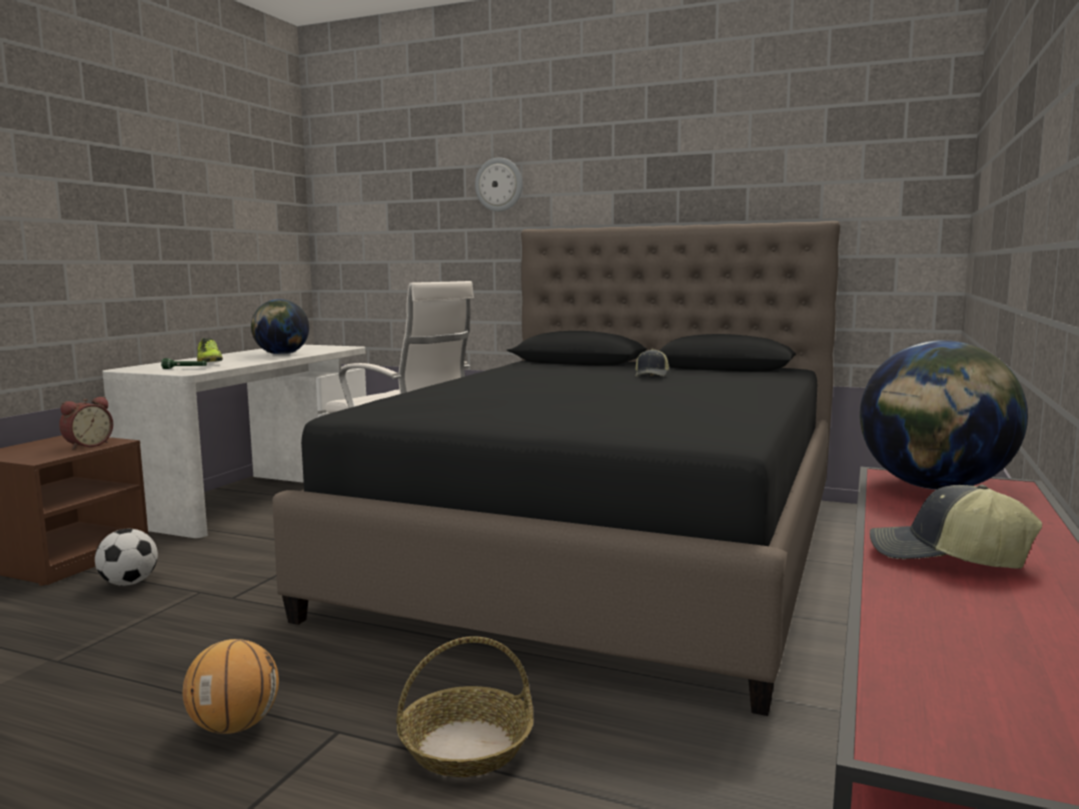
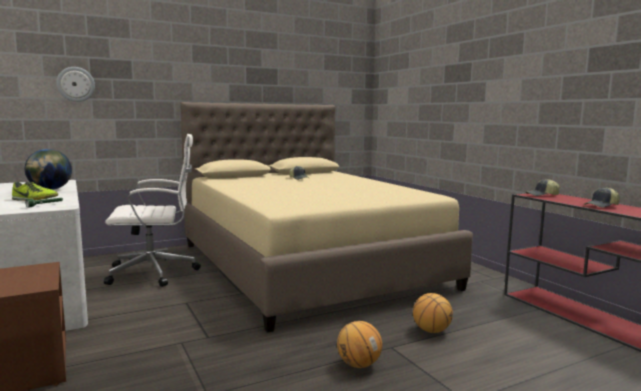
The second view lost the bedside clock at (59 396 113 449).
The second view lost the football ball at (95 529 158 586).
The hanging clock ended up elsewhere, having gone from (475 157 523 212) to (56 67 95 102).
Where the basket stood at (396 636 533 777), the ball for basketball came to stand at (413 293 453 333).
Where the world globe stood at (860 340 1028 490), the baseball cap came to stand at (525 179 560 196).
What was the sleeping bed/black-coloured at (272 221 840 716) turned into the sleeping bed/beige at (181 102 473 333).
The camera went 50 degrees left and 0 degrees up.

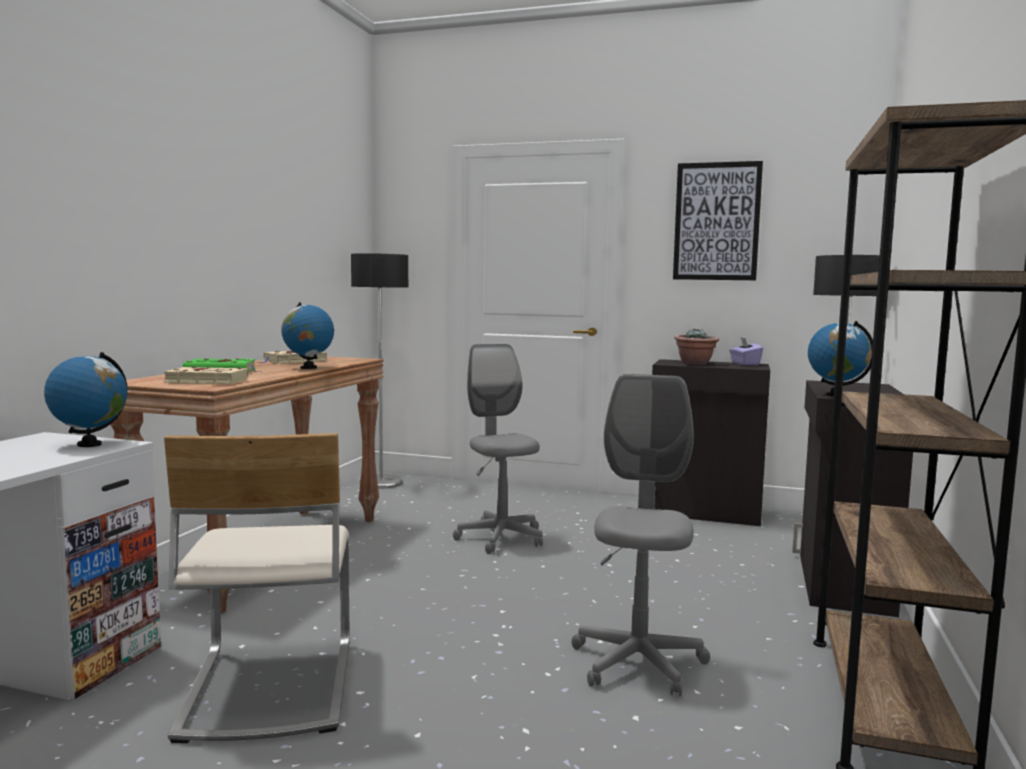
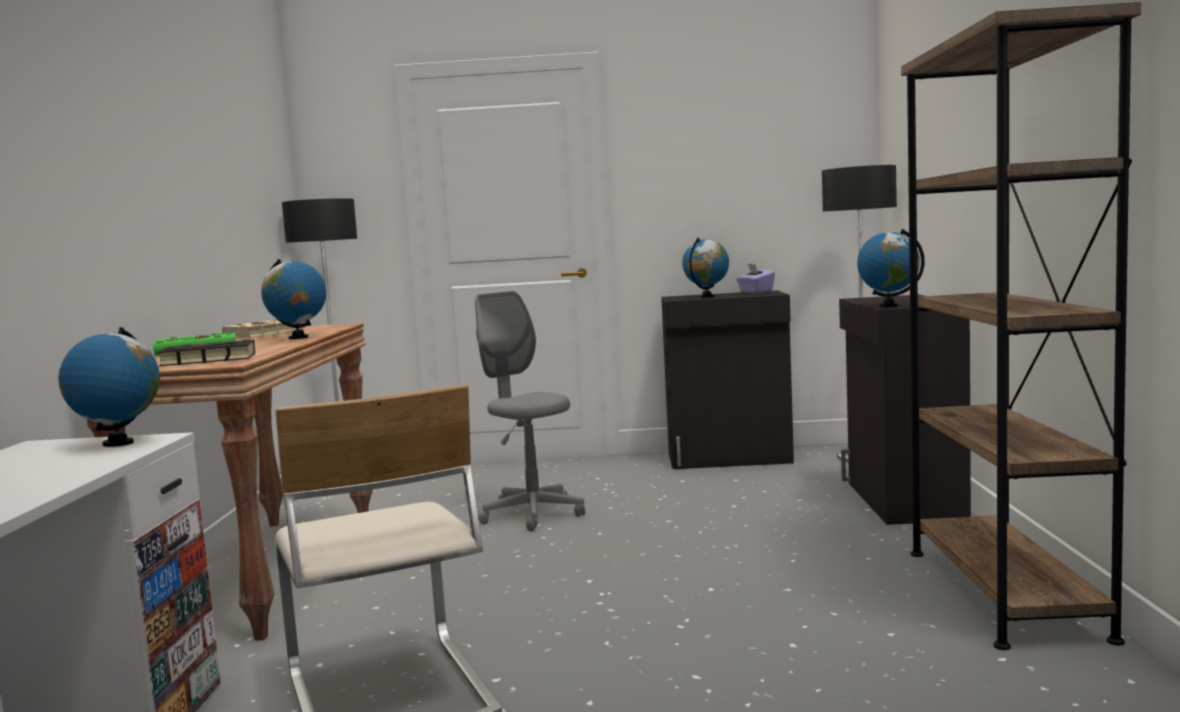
The second view lost the computer chair/greyish at (572 374 710 697).
The second view lost the wall art at (673 161 763 280).
Where the plant in a pot stood at (674 329 719 365), the world globe came to stand at (682 238 729 298).
What was the book/beige at (161 367 248 384) turned into the book/black-coloured at (157 340 256 366).
The camera went 15 degrees left and 0 degrees up.

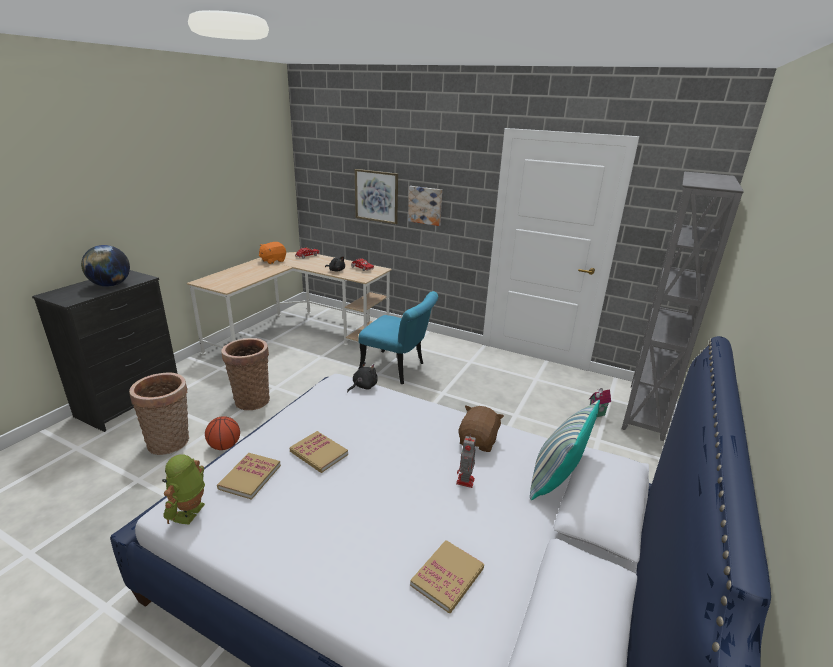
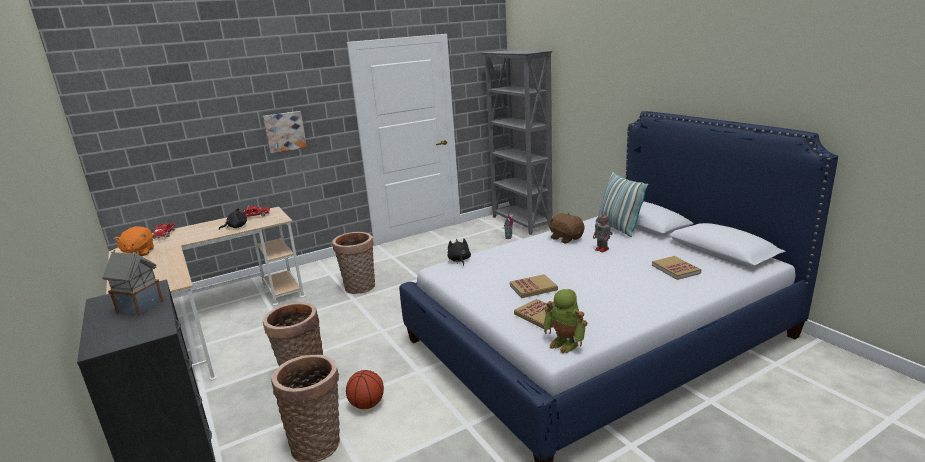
The second view lost the wall art at (355 169 398 224).
Where the world globe stood at (81 245 130 287), the toy house came to stand at (102 250 164 316).
Where the chair/turquoise stood at (359 291 438 384), the basket came to stand at (332 232 375 294).
The camera went 55 degrees left and 5 degrees down.

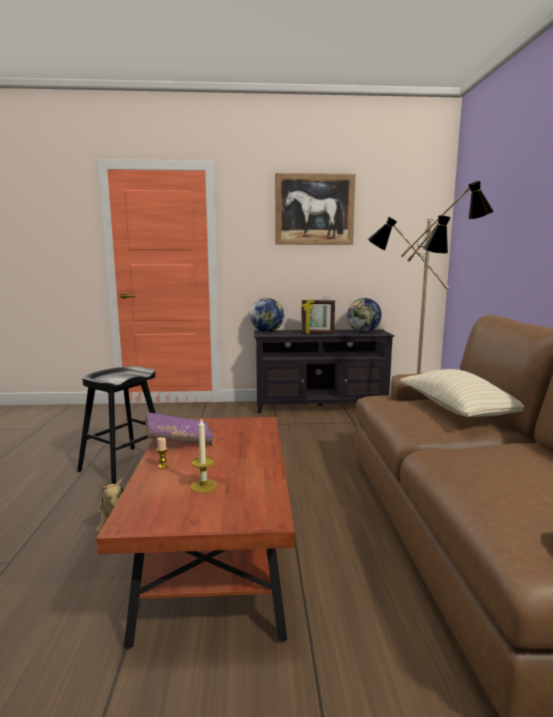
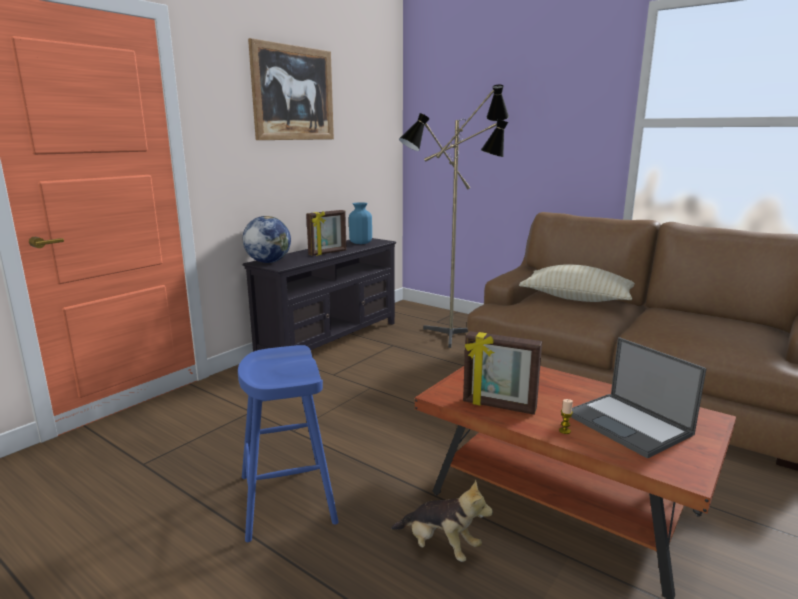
Where the book/purple stood at (145 412 214 445), the standing frame came to stand at (463 331 542 415).
Where the wax light stood at (190 419 217 493), the portable computer came to stand at (571 337 707 459).
Where the world globe stood at (347 298 382 332), the decorative vase/bluish came to stand at (349 202 372 244).
What was the stool seat/black-coloured at (77 366 156 484) turned into the stool seat/bluish at (238 345 339 542).
The camera went 50 degrees left and 5 degrees up.

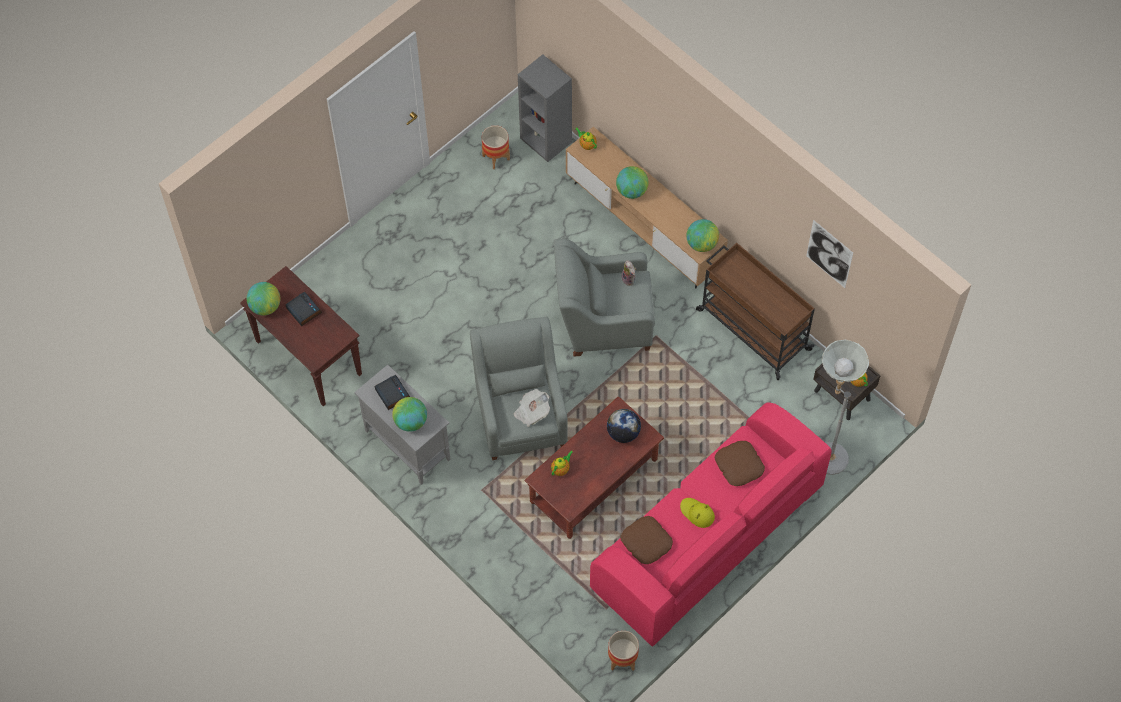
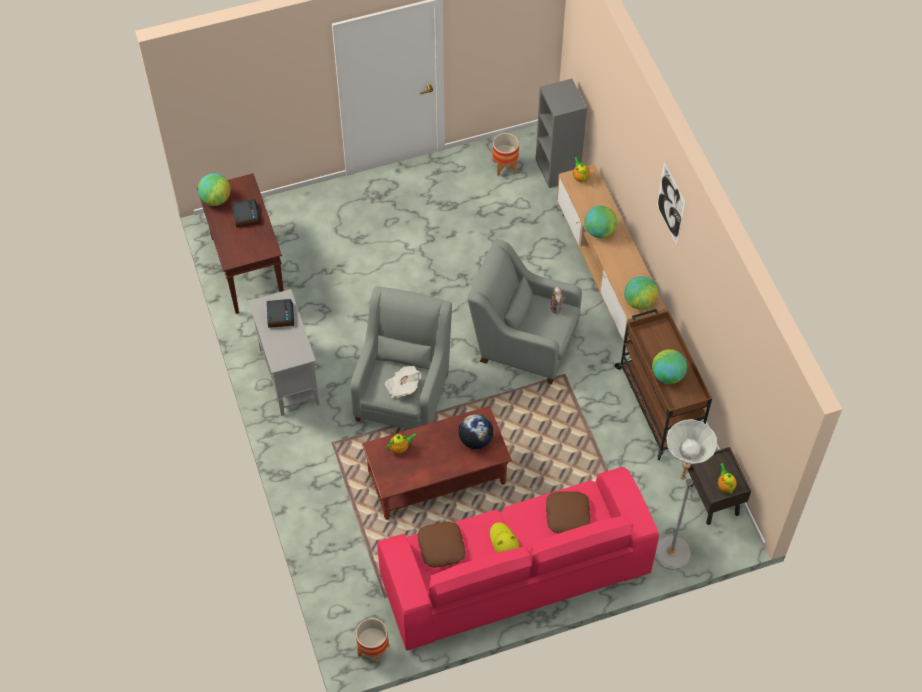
The world globe ended up elsewhere, having gone from (392 397 427 432) to (652 349 687 384).
The wall art ended up elsewhere, having gone from (806 220 853 288) to (657 162 685 245).
The camera went 25 degrees right and 5 degrees down.

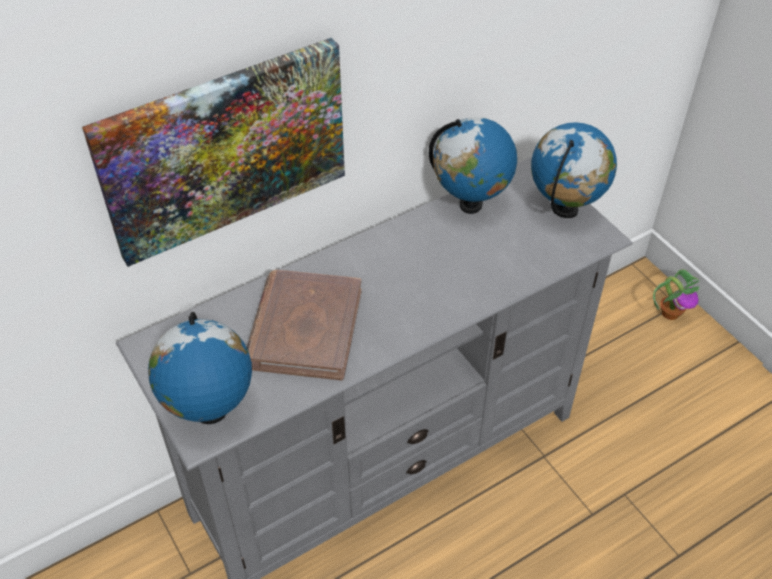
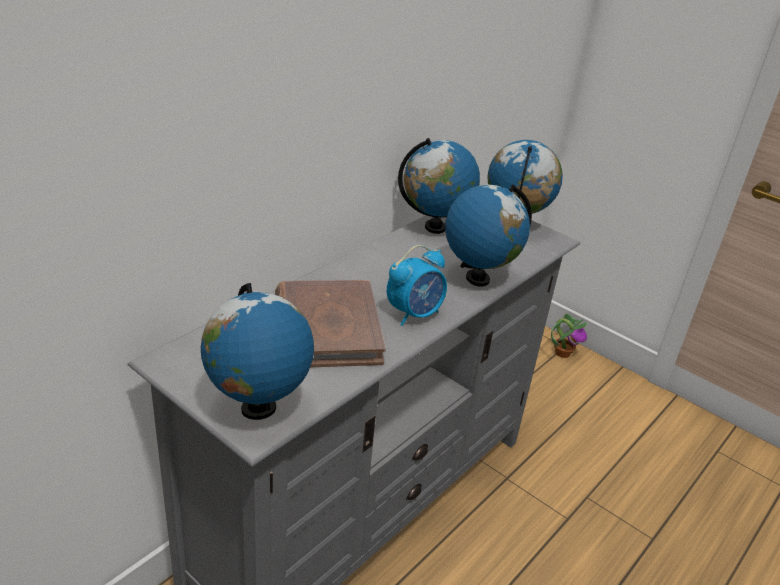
The second view lost the wall art at (82 38 345 267).
The second view gained the bedside clock at (387 245 447 326).
The second view gained the world globe at (445 184 532 286).
The camera went 20 degrees left and 15 degrees down.

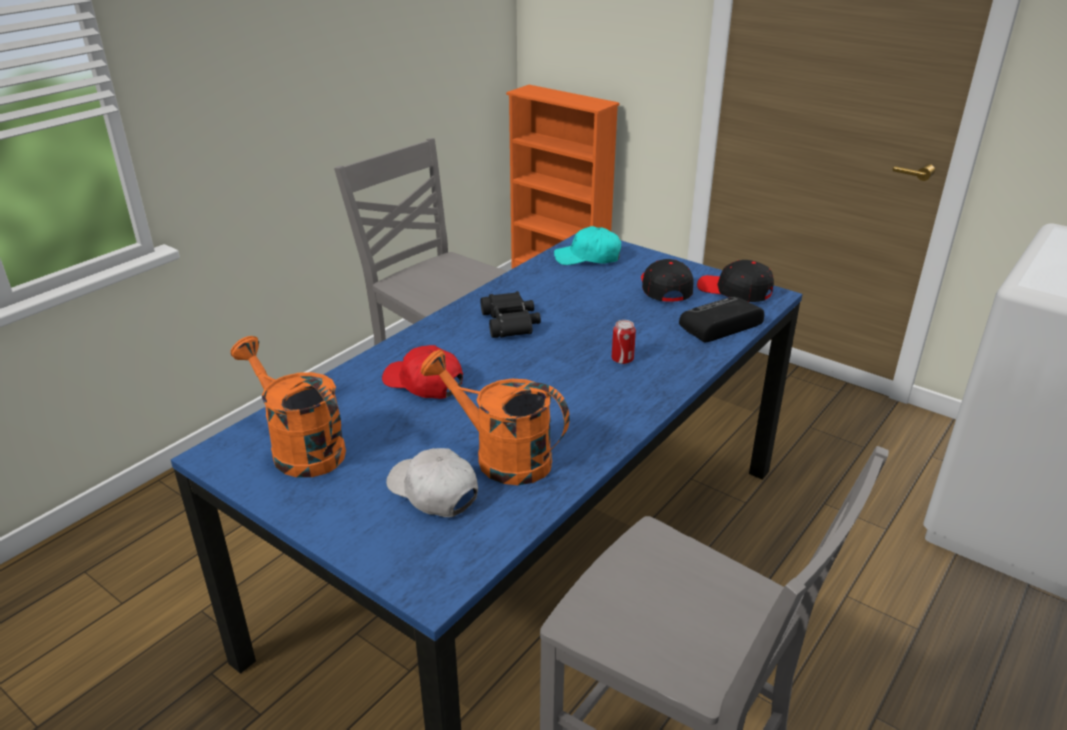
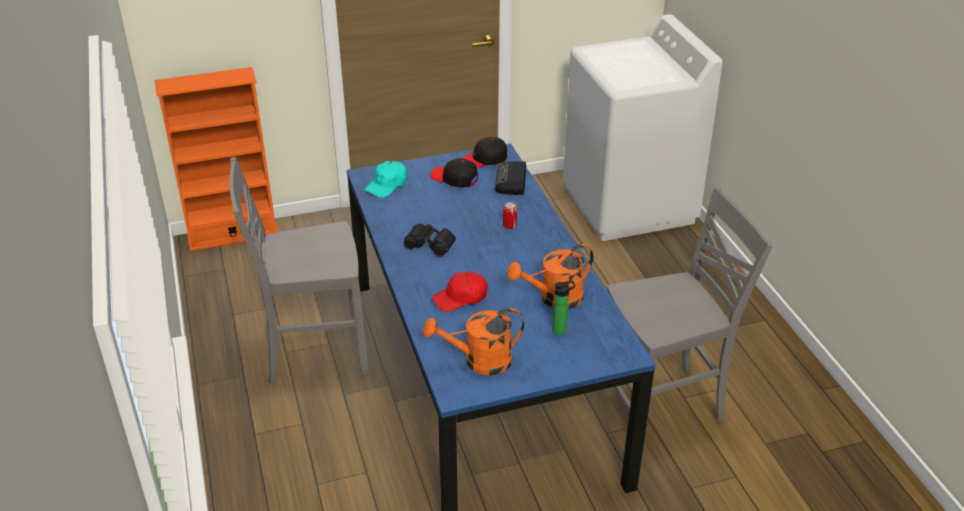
Where the baseball cap/whitish stood at (386 448 478 517), the drink bottle came to stand at (552 281 575 335).
The camera went 55 degrees left and 5 degrees up.

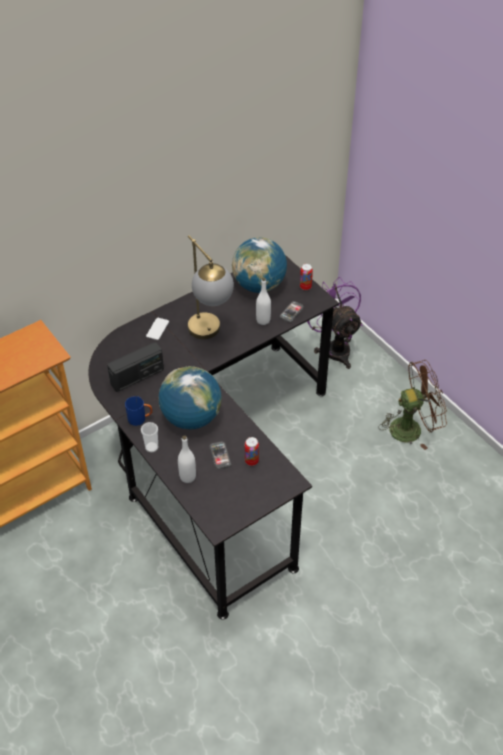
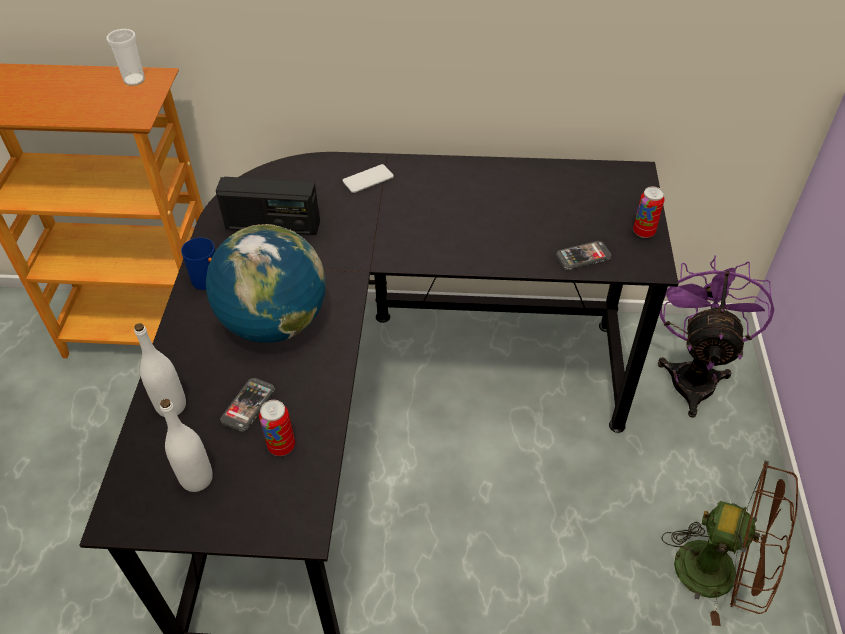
The second view lost the tabletop lamp at (188 235 234 339).
The second view lost the world globe at (232 237 287 293).
The small cup ended up elsewhere, having gone from (141 422 158 452) to (106 29 145 86).
The drink bottle/whitish ended up elsewhere, having gone from (256 278 271 325) to (160 399 213 492).
The camera went 40 degrees right and 0 degrees up.

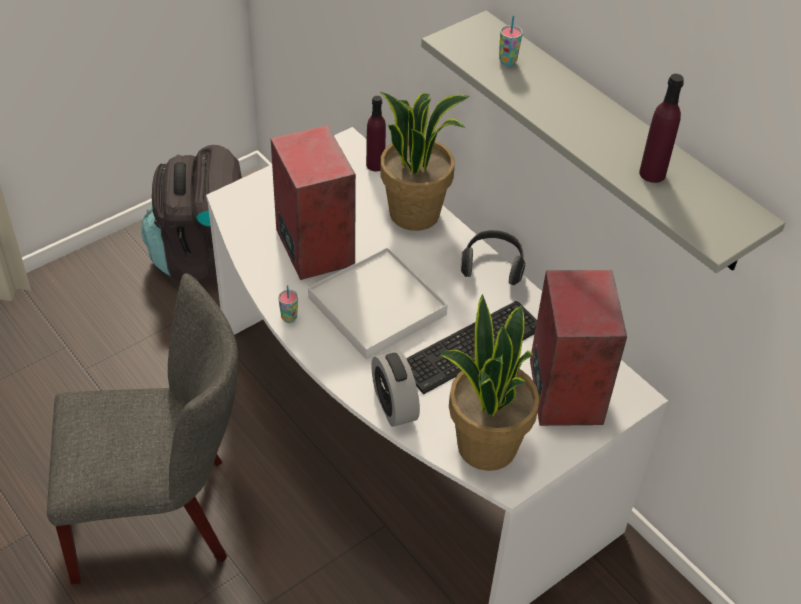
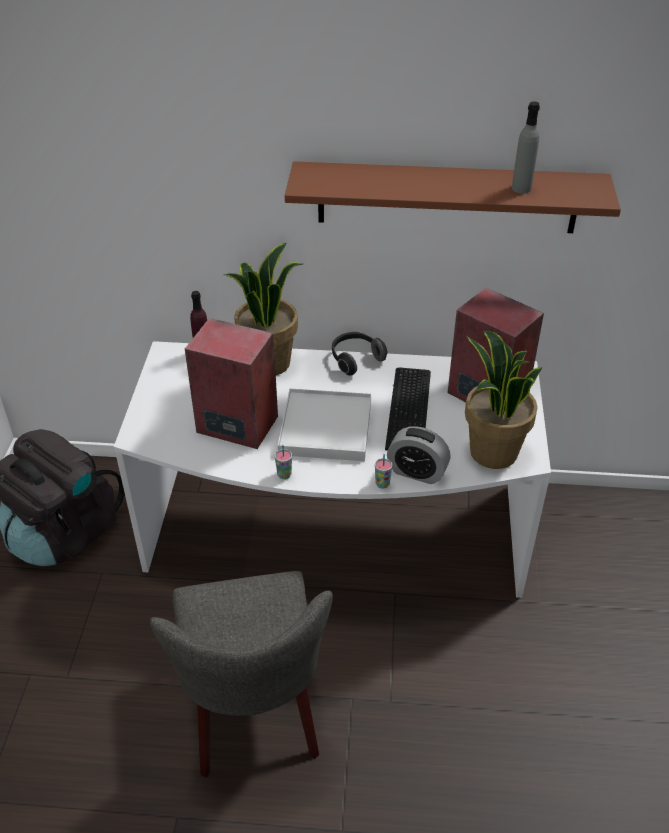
The small cup ended up elsewhere, having gone from (499 15 523 66) to (375 454 392 489).
What was the shelf/greyish at (421 10 785 273) turned into the shelf/brownish at (285 161 621 233).
What was the drink bottle/purple at (639 74 684 183) turned into the drink bottle/greyish at (512 102 540 193).
The chair/greyish at (47 273 238 584) ended up facing another way, 135 degrees clockwise from before.
The camera went 45 degrees left and 5 degrees down.

